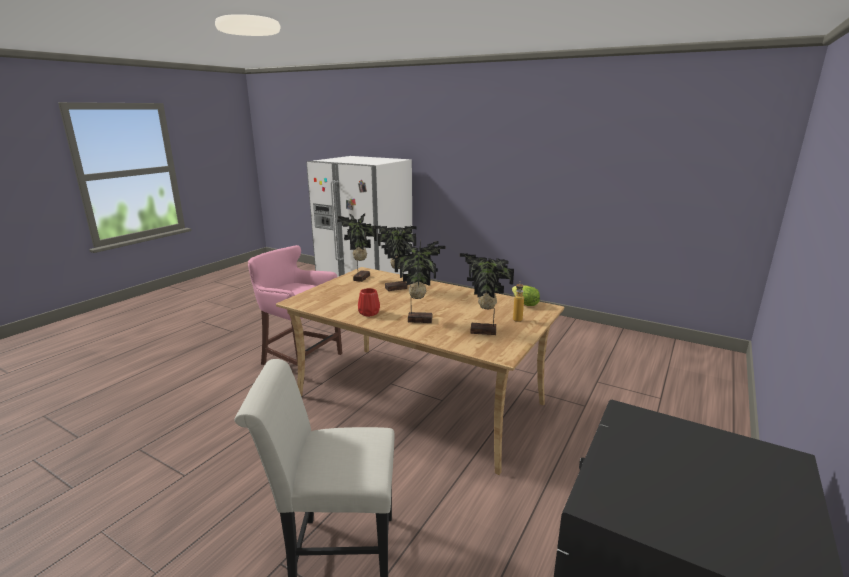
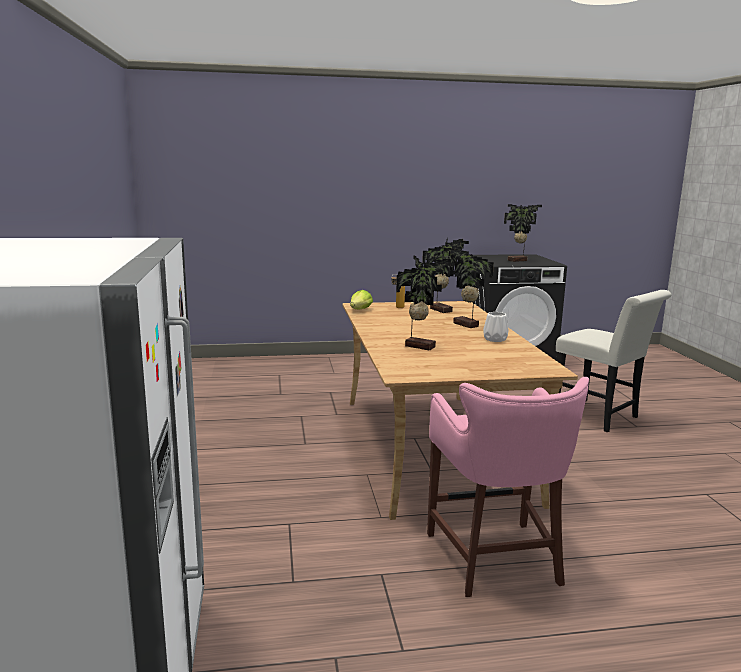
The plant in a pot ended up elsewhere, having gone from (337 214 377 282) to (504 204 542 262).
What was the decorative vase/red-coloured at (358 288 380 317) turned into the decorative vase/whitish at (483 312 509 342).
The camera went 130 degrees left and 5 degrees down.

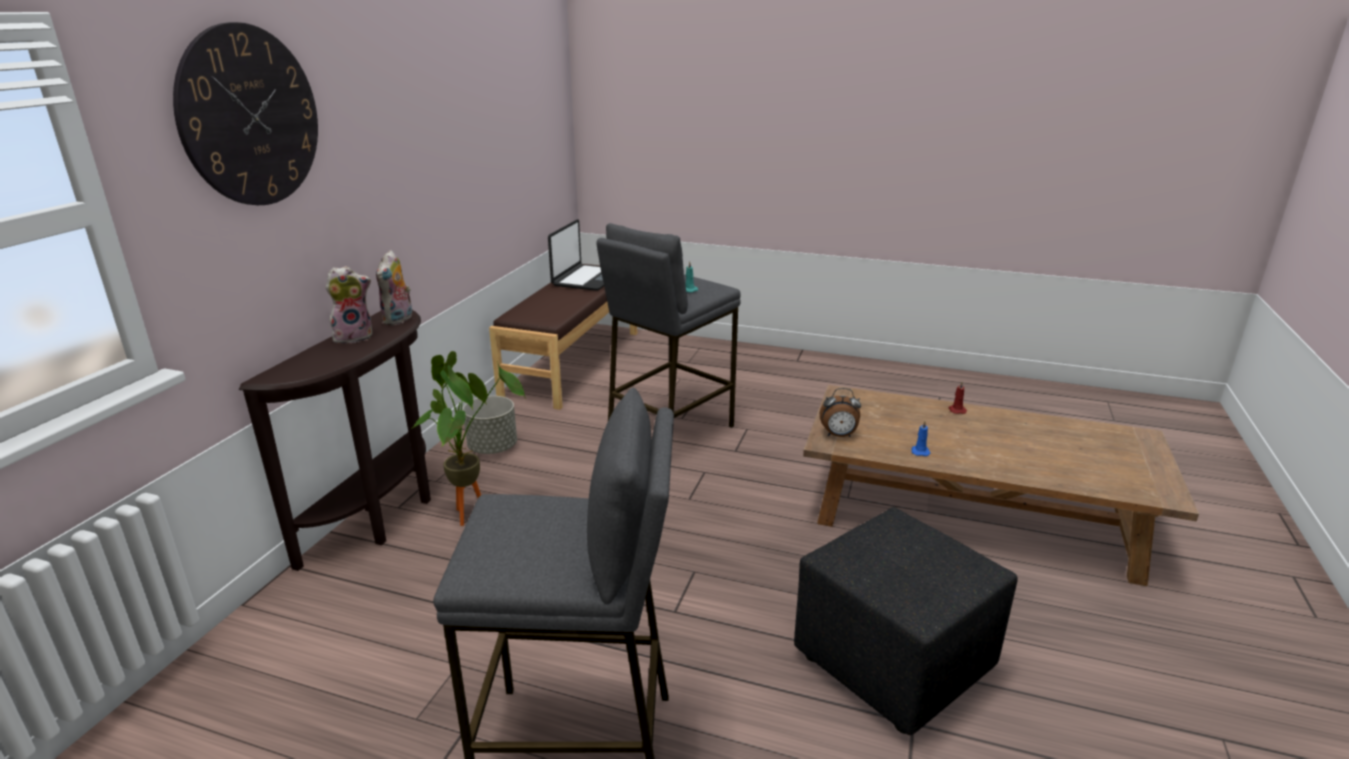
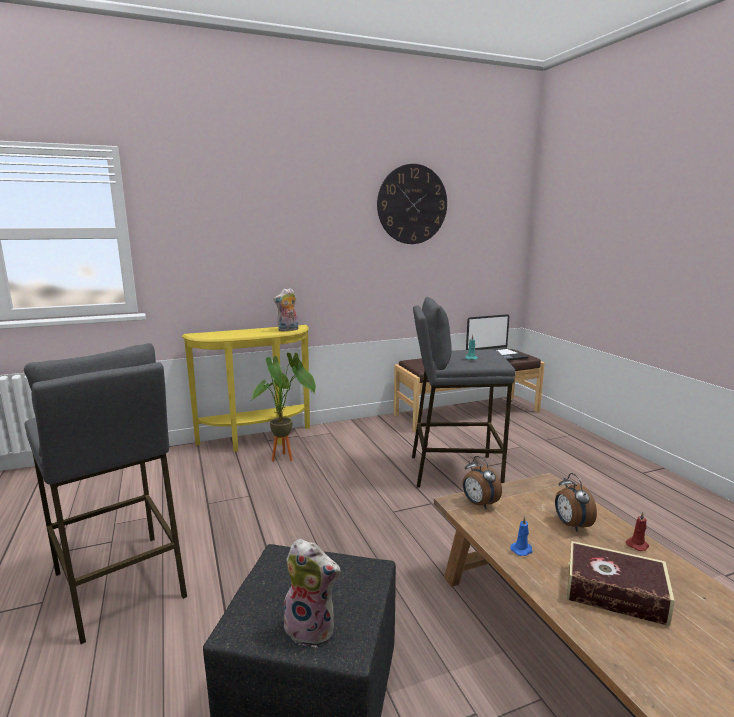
The second view lost the plant pot/greyish at (463 396 517 454).
The second view gained the bedside clock at (555 473 597 532).
The second view gained the book at (567 541 675 626).
The hanging clock ended up elsewhere, having gone from (173 22 318 205) to (377 164 447 244).
The plush toy ended up elsewhere, having gone from (325 266 372 343) to (284 539 341 648).
What was the console table/brownish at (239 310 431 571) turned into the console table/yellow-coloured at (182 325 310 452).
The camera went 50 degrees right and 10 degrees down.

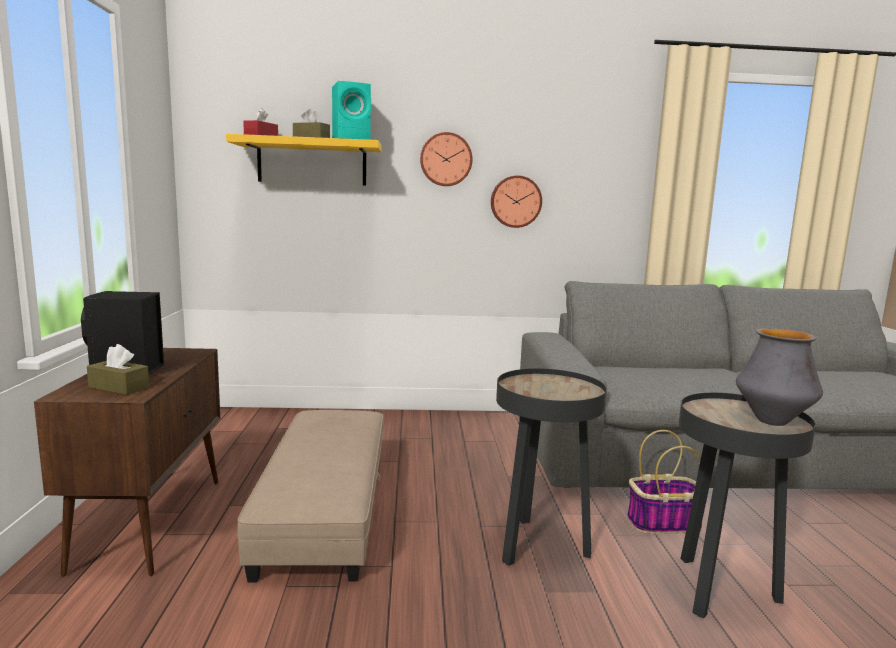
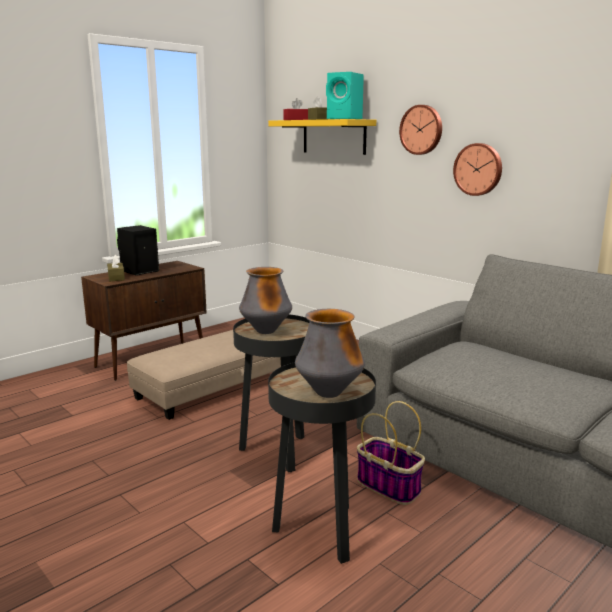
The second view gained the decorative vase at (239 267 292 334).
The camera went 50 degrees right and 5 degrees up.

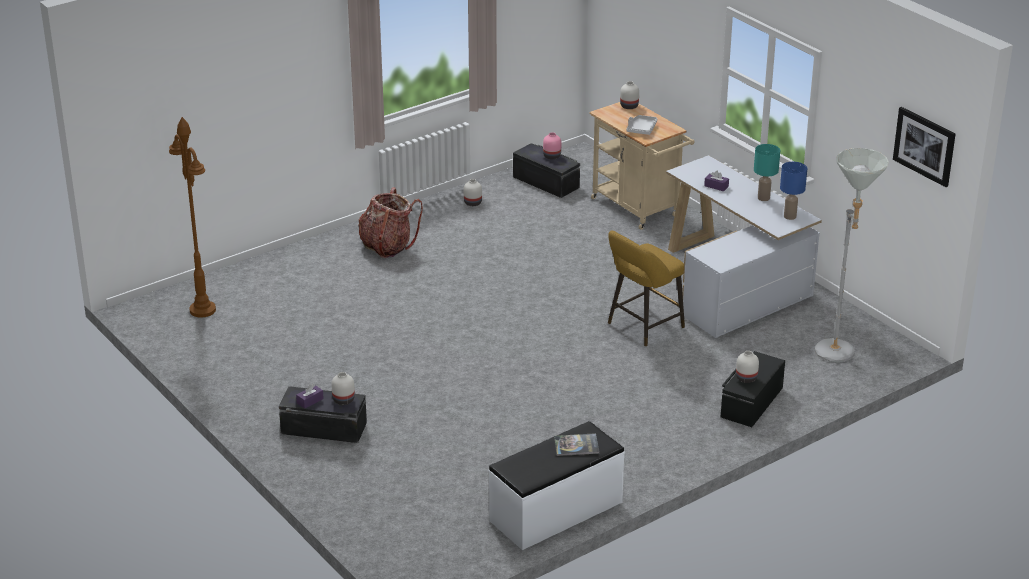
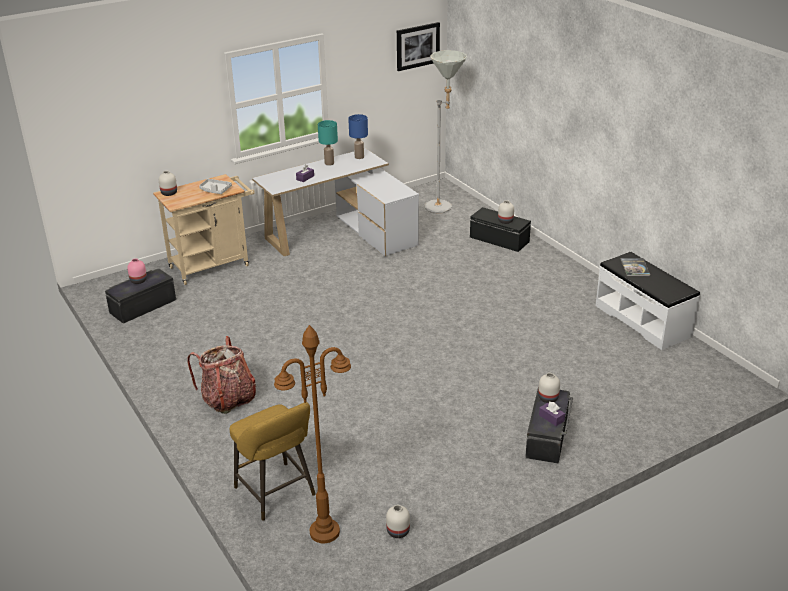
The decorative vase/whitish ended up elsewhere, having gone from (464 179 482 206) to (386 505 410 538).
The stool seat/yellow-coloured ended up elsewhere, having gone from (608 230 685 347) to (230 402 316 521).
The camera went 85 degrees left and 0 degrees up.

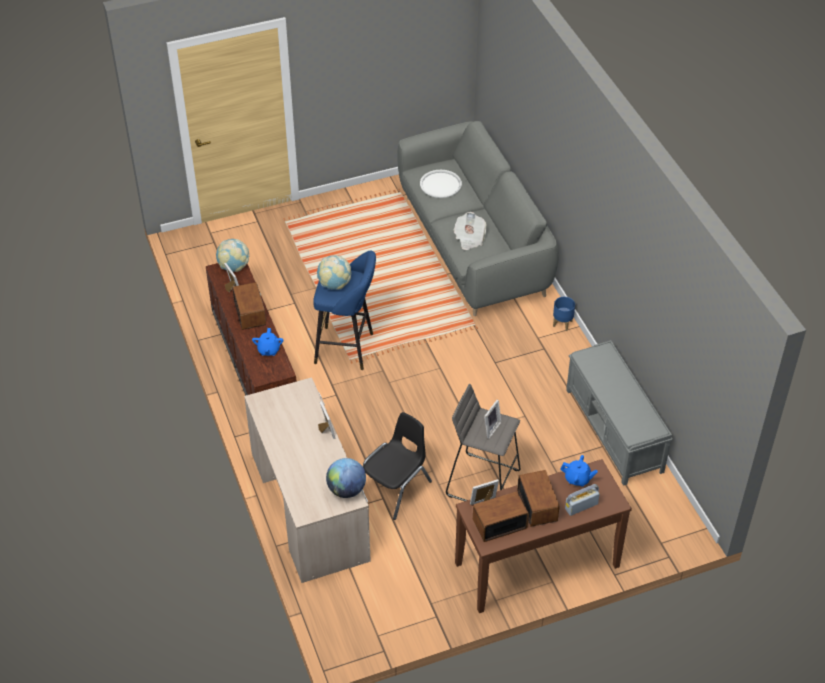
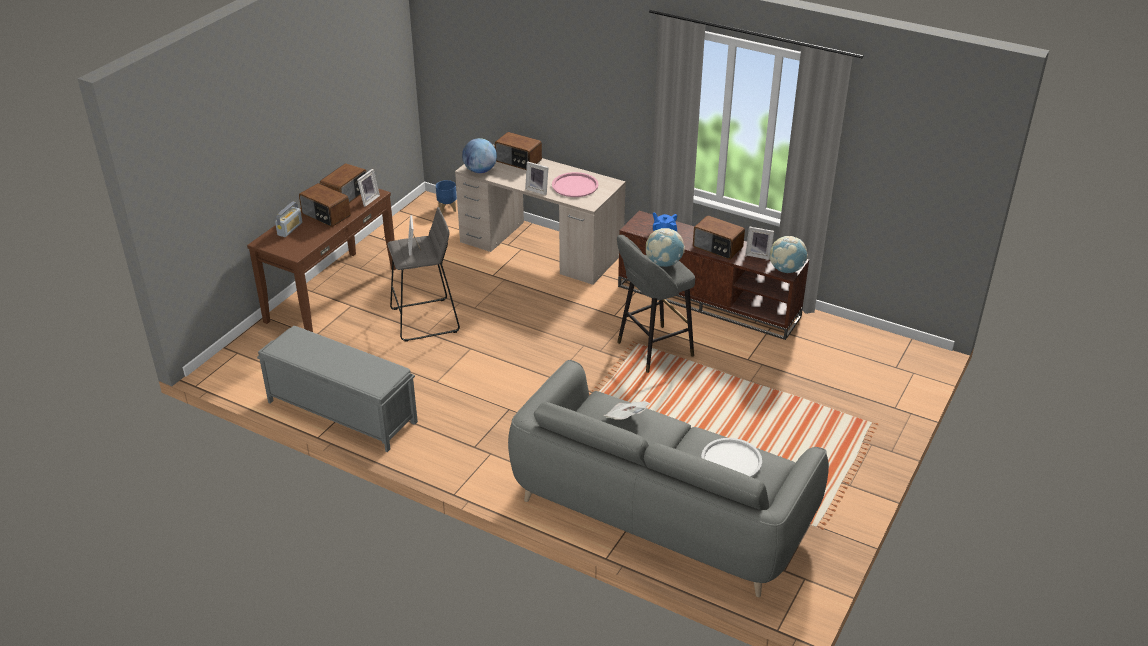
The second view lost the chair/black-coloured at (362 412 432 520).
The second view lost the pot for tea/bluish at (561 455 598 486).
The second view gained the radio set at (495 132 542 170).
The second view gained the carrying tray/pinkish at (552 172 599 197).
The plant pot/bluish ended up elsewhere, having gone from (553 297 575 331) to (436 180 457 214).
What was the stool seat/bluish at (313 251 376 370) turned into the stool seat/greyish at (617 235 695 373).
The camera went 140 degrees right and 10 degrees down.

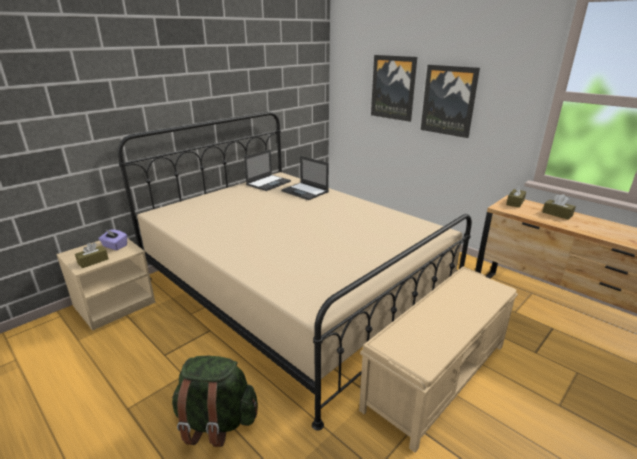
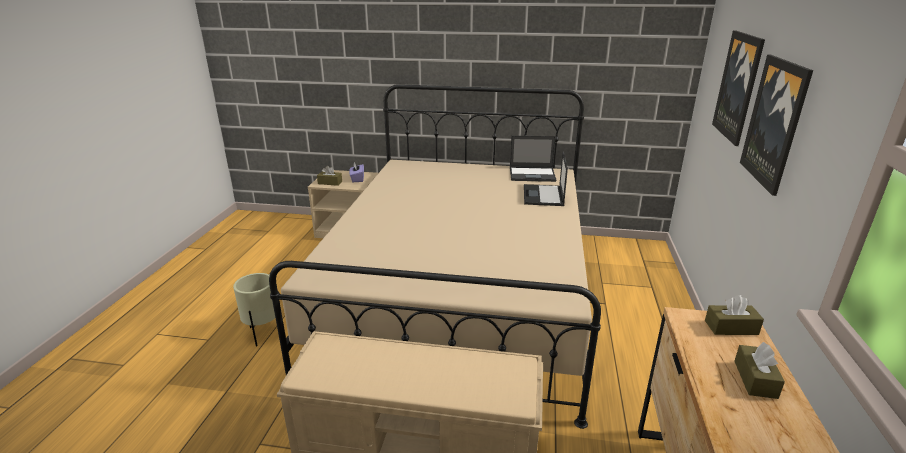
Where the backpack/greenish stood at (172 356 258 447), the plant pot/beige came to stand at (233 273 275 346).
The camera went 55 degrees right and 0 degrees up.

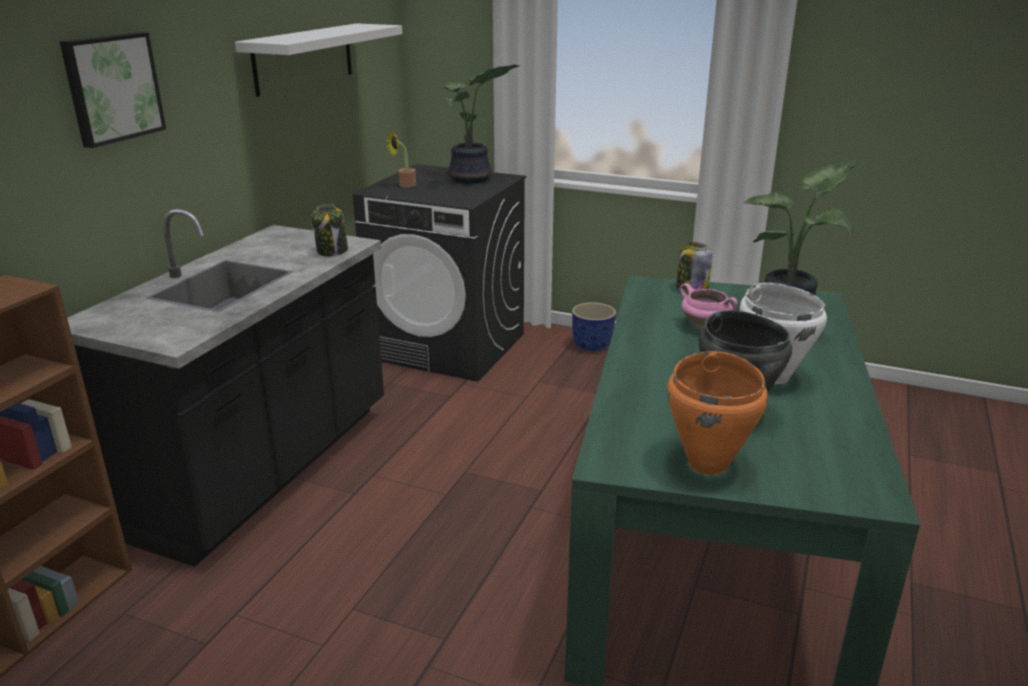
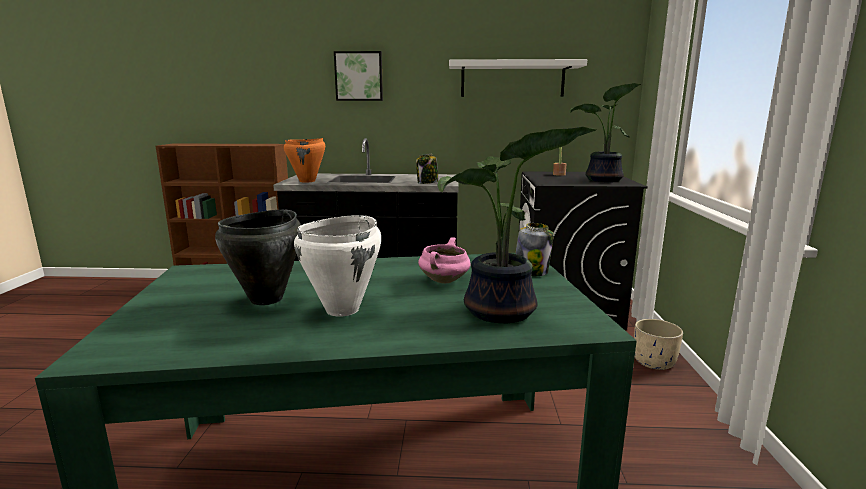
The saucepot/orange-coloured ended up elsewhere, having gone from (667 351 768 475) to (284 138 325 182).
What was the plant pot/bluish at (572 302 616 351) turned into the plant pot/beige at (634 319 683 370).
The camera went 70 degrees right and 10 degrees down.

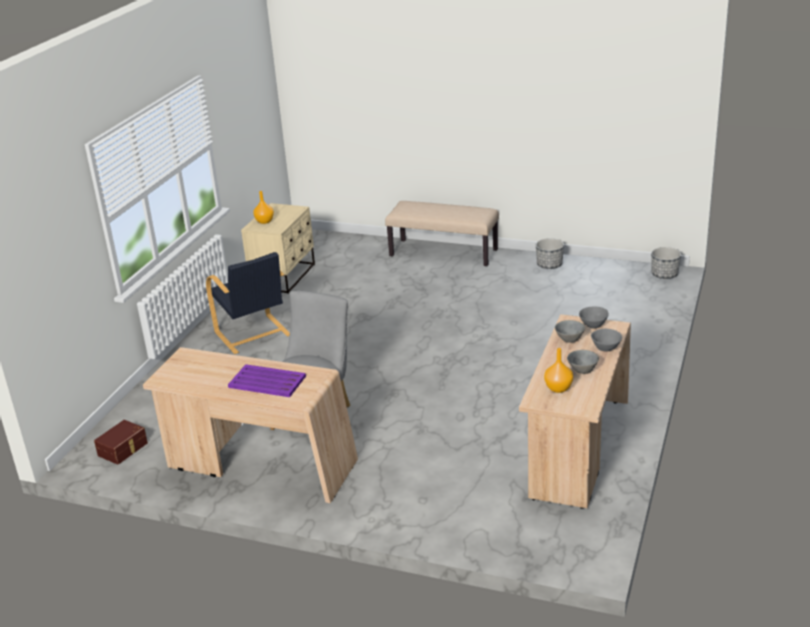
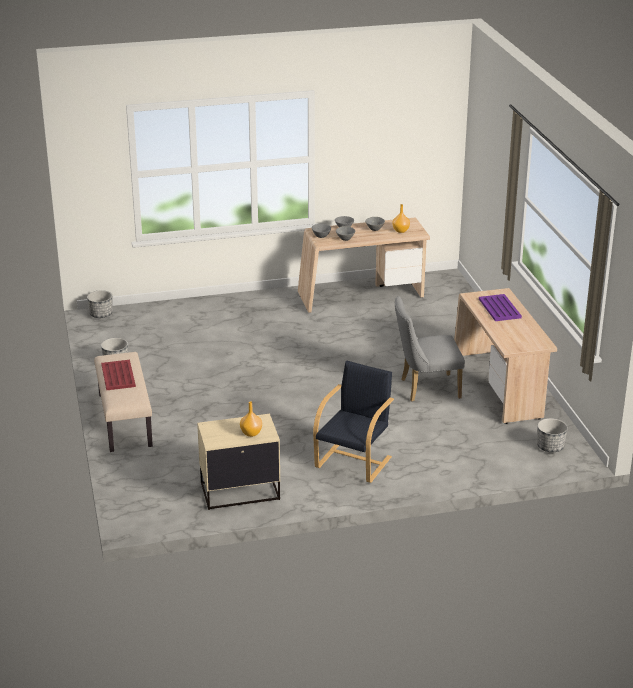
The second view gained the carrying tray/red-coloured at (101 360 136 390).
Where the storage box/brownish stood at (94 420 148 465), the plant pot came to stand at (537 418 568 452).
The camera went 125 degrees left and 0 degrees up.

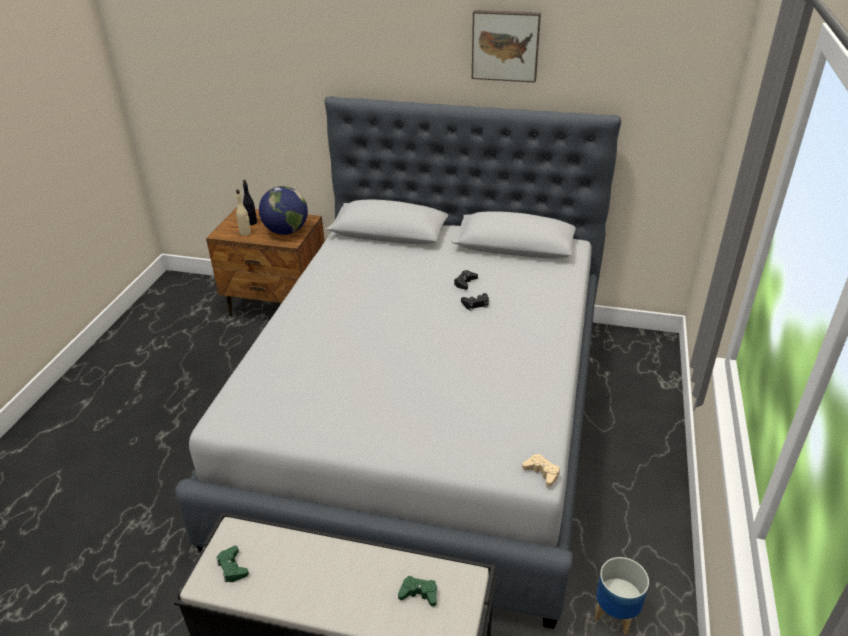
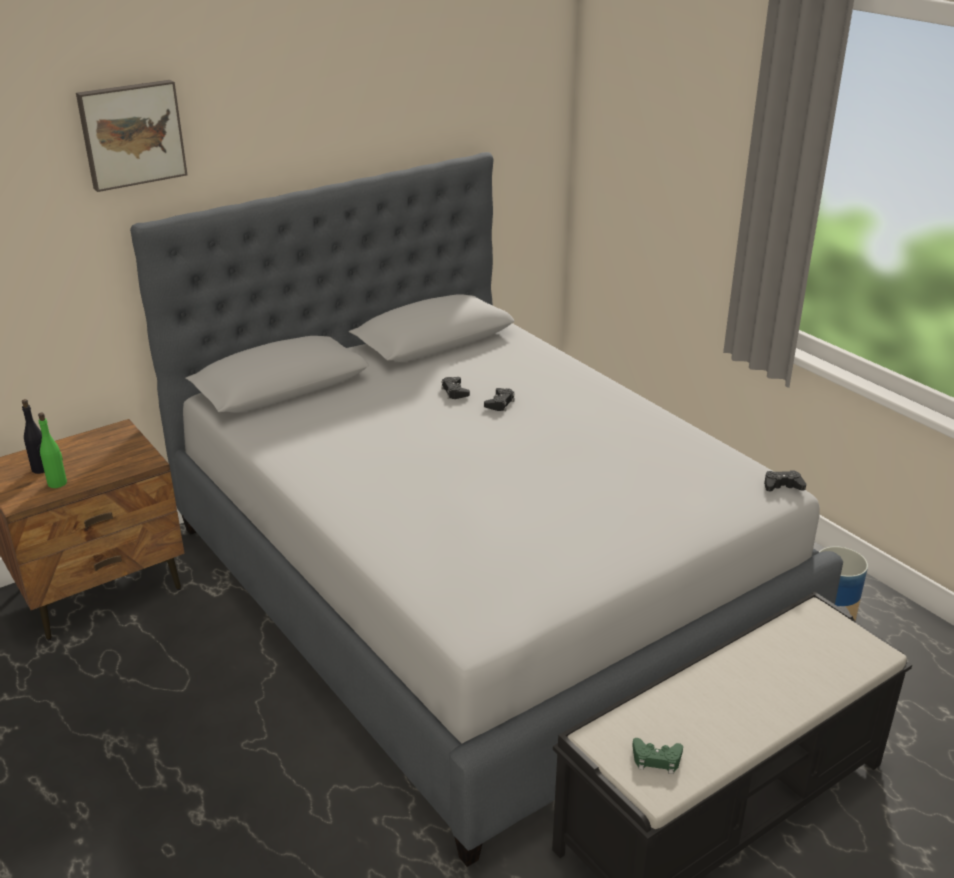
The second view lost the world globe at (259 186 308 235).
The second view lost the game controller/greenish at (398 576 437 606).
The wall art ended up elsewhere, having gone from (472 10 541 83) to (76 80 187 192).
What was the drink bottle/beige at (236 189 251 236) turned into the drink bottle/greenish at (38 413 67 488).
What was the game controller/beige at (522 454 560 487) turned into the game controller/black-coloured at (764 471 806 491).
The camera went 50 degrees left and 5 degrees down.

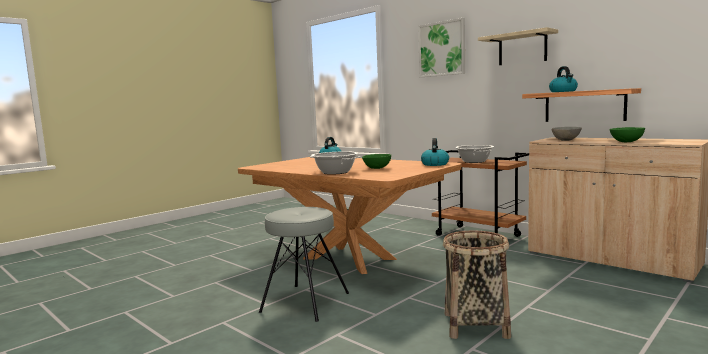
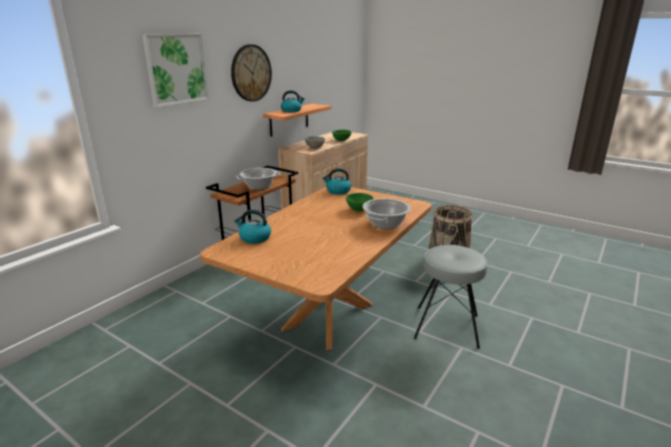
Where the shelf hung at (478 27 558 65), the hanging clock came to hang at (231 44 272 102).
The camera went 100 degrees left and 15 degrees up.

